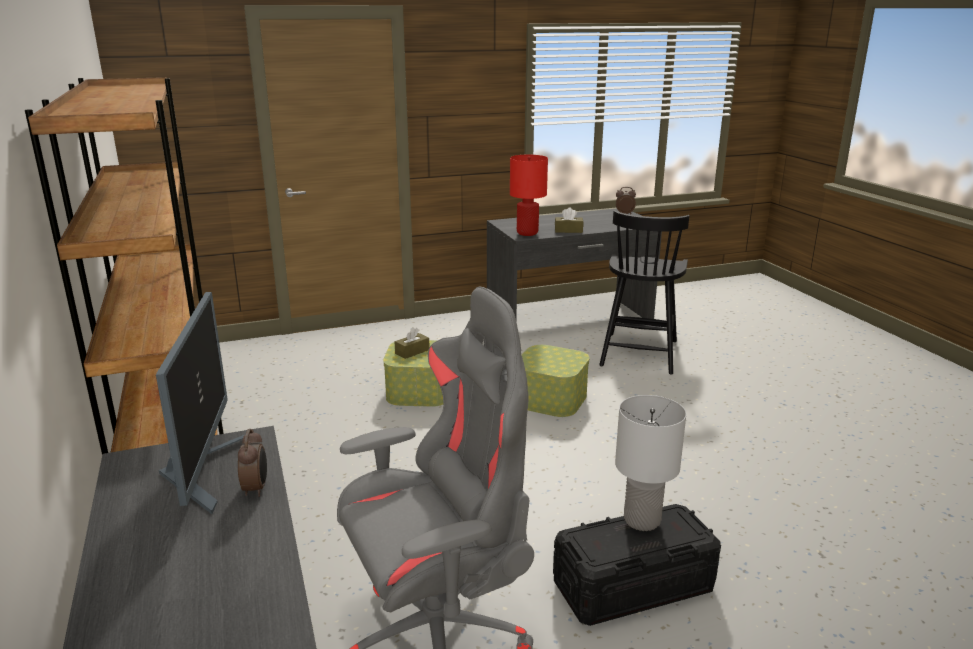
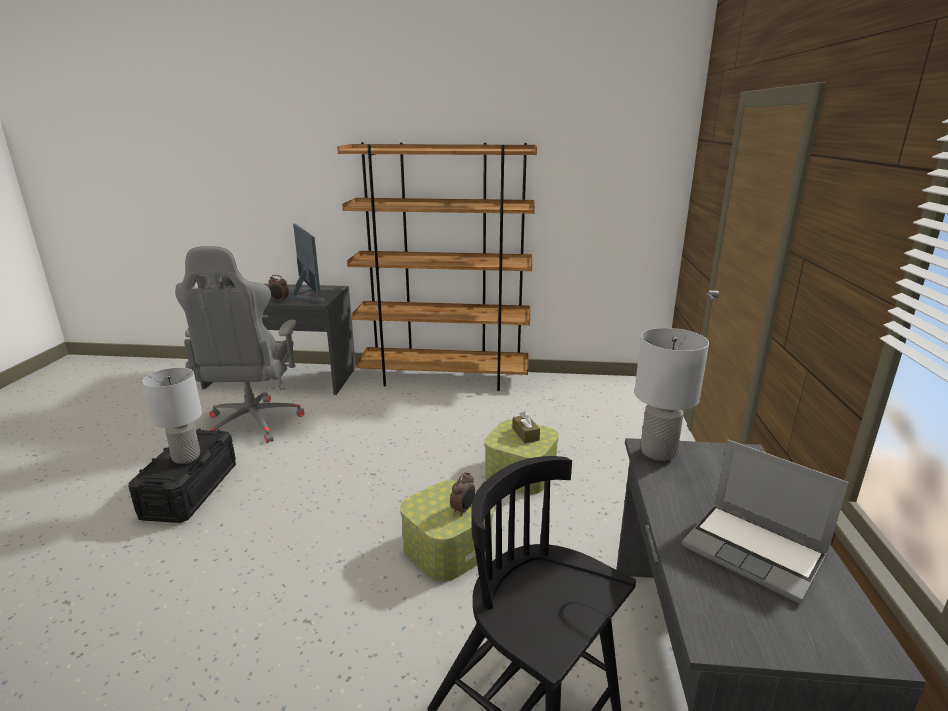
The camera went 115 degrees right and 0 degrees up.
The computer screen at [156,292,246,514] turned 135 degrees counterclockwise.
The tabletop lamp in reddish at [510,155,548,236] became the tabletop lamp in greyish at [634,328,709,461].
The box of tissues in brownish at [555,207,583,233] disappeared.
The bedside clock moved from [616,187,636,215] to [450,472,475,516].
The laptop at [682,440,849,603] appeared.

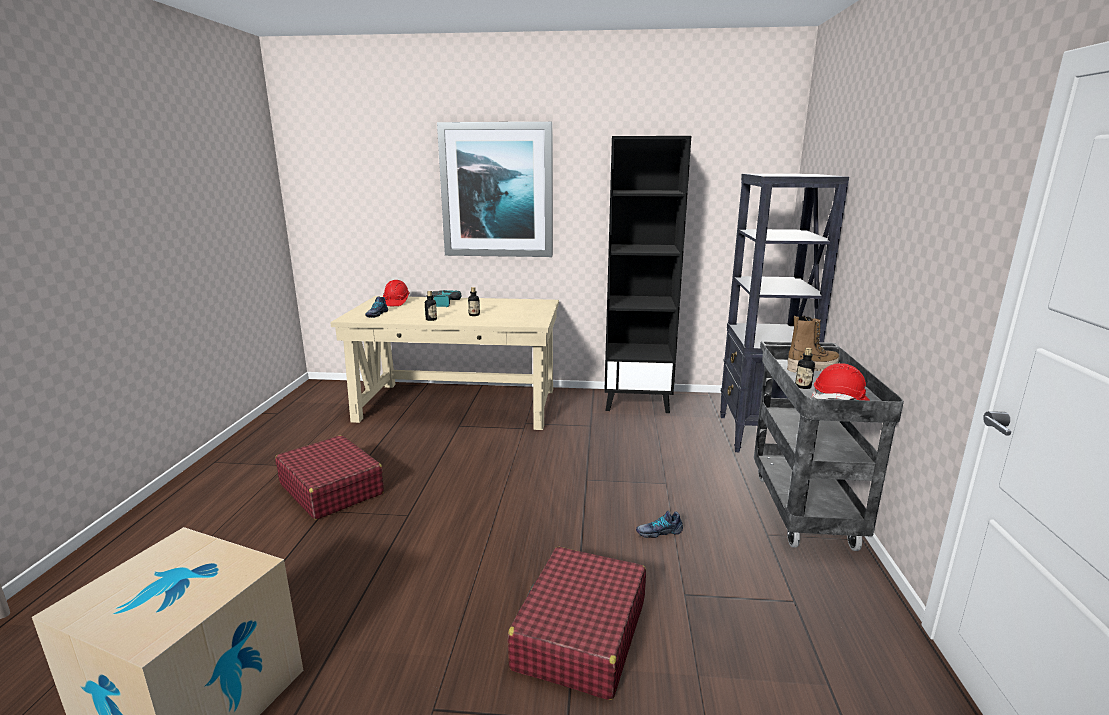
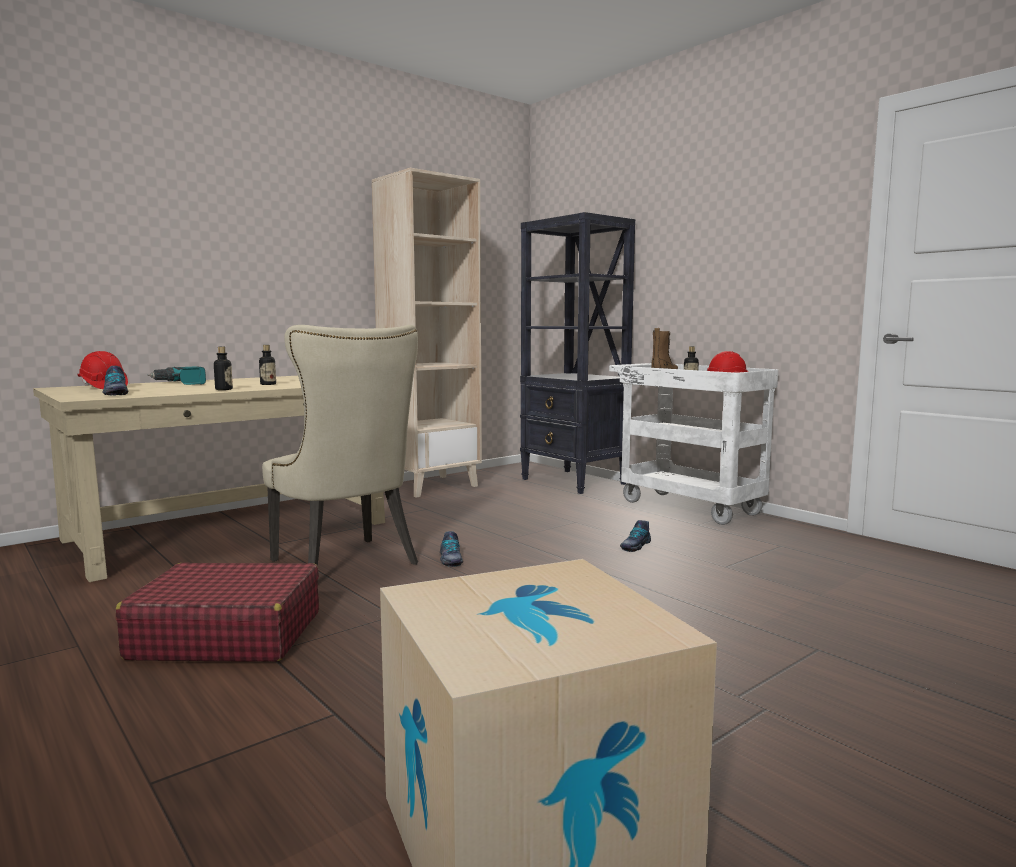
The camera went 45 degrees left and 10 degrees down.
The picture at [437,122,553,257] disappeared.
The travel case in reddish at [508,547,646,700] disappeared.
The shelving unit in black at [604,136,691,413] became the shelving unit in sand-coloured at [372,168,482,498].
The trolley in black at [754,341,904,551] became the trolley in white at [609,363,778,525].
The plain chair in sand-coloured at [262,325,418,566] appeared.
The low shoe at [440,531,463,567] appeared.

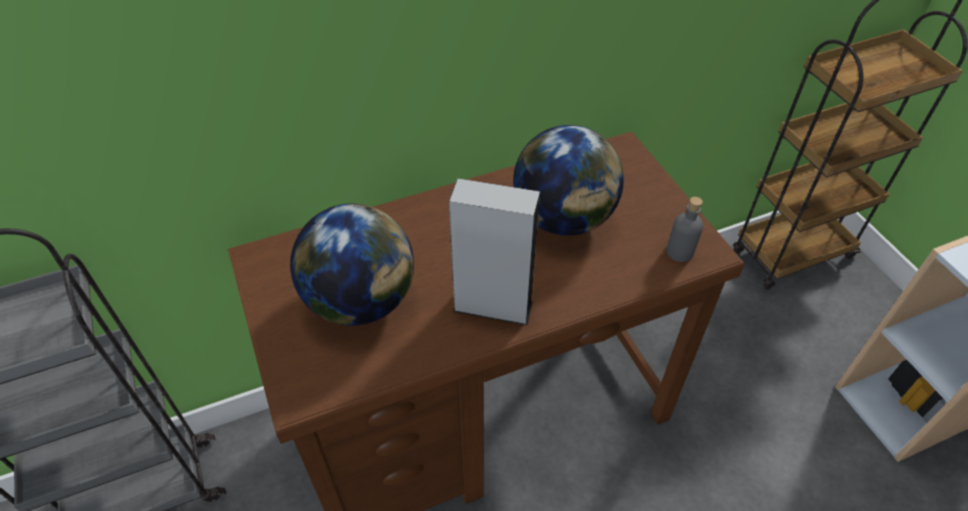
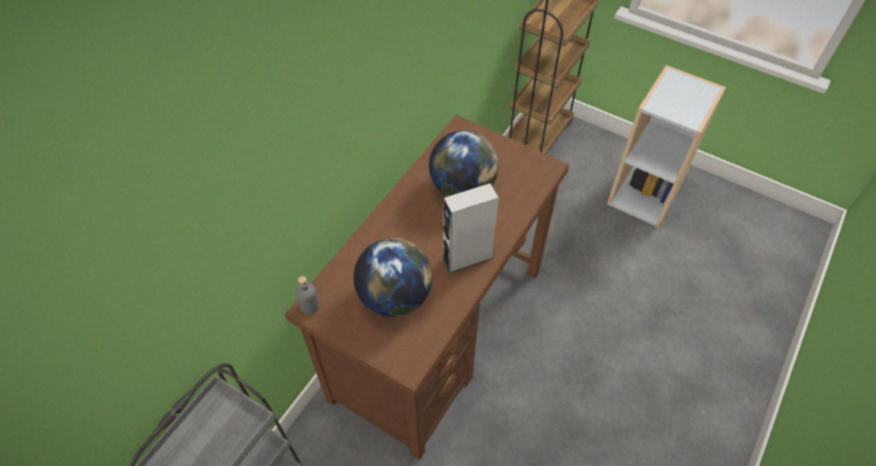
The camera went 35 degrees left and 5 degrees up.
The drink bottle in greyish moved from [666,197,703,262] to [296,276,320,314].

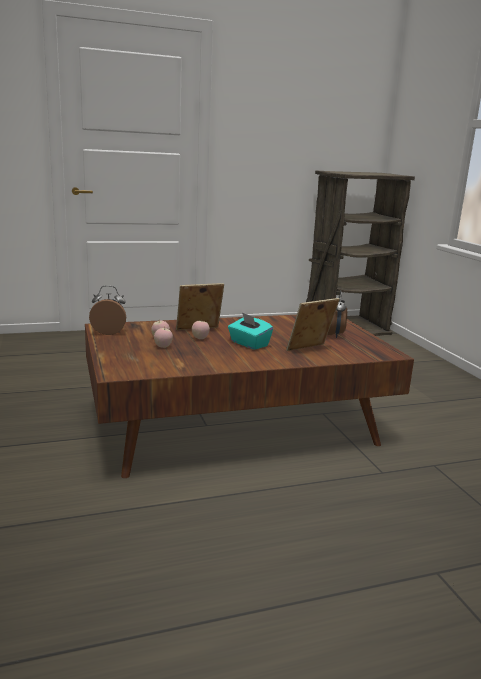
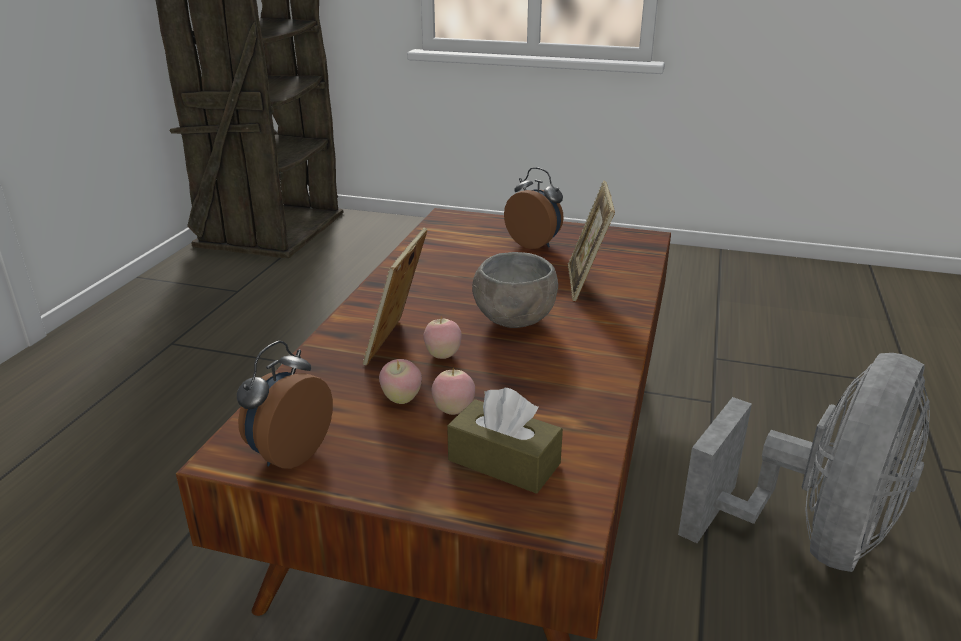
The camera went 55 degrees left and 10 degrees up.
The box of tissues in turquoise at [228,312,273,350] was replaced by the serving bowl in greyish at [472,252,558,328].
The box of tissues in brownish at [447,387,563,494] appeared.
The cooling fan in greyish at [678,353,930,572] appeared.

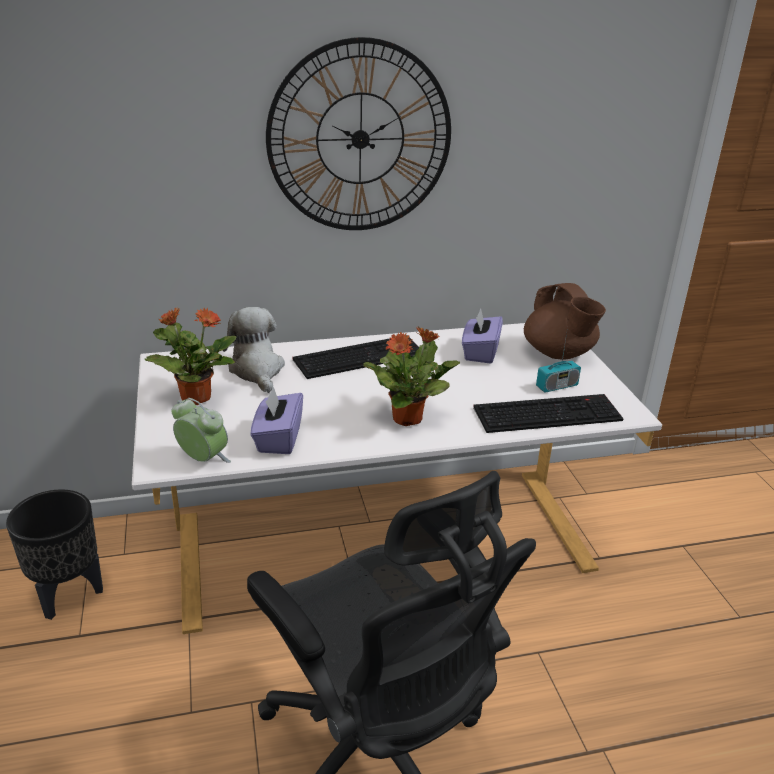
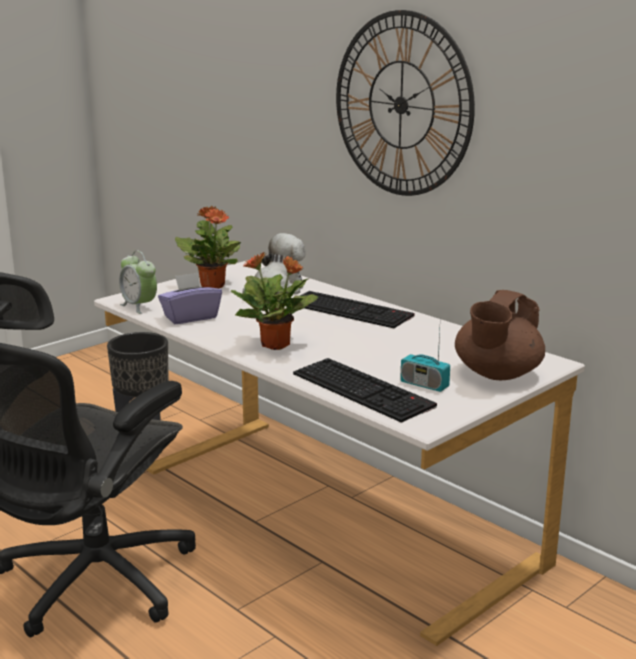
The camera went 60 degrees right and 10 degrees down.
The bedside clock at [172,398,231,463] turned 135 degrees clockwise.
The box of tissues in purplish at [462,309,503,364] disappeared.

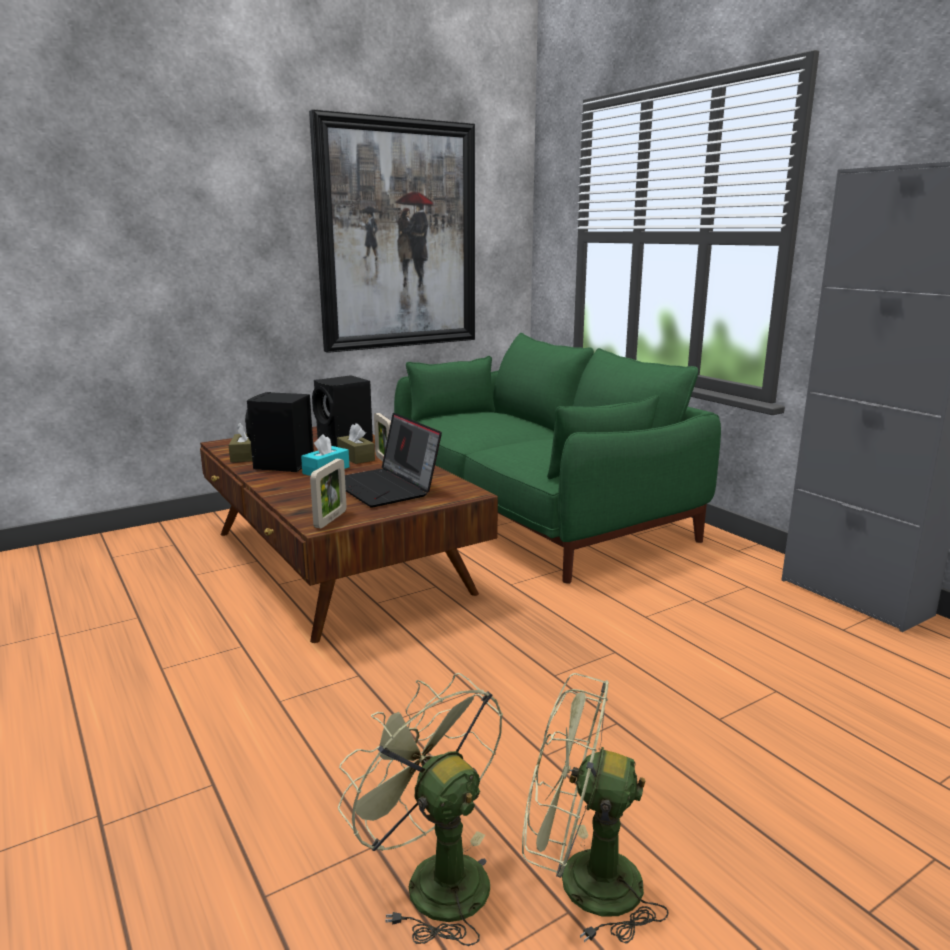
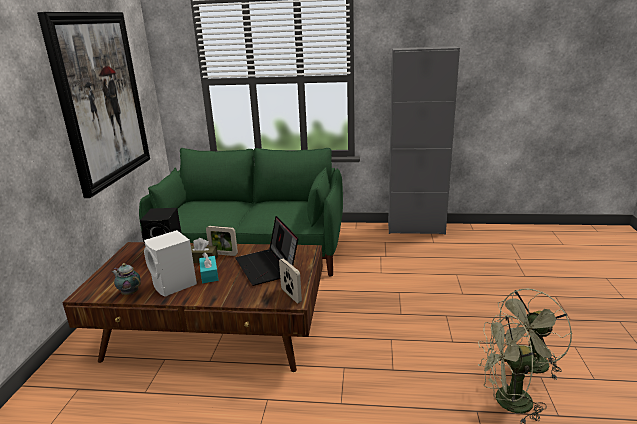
The camera went 50 degrees left and 5 degrees up.
The box of tissues in brownish at [229,422,252,462] was replaced by the teapot at [112,263,141,295].
The loudspeaker in black at [245,392,314,472] became the loudspeaker in white at [144,230,197,297].
The laptop at [345,413,442,507] turned 60 degrees clockwise.

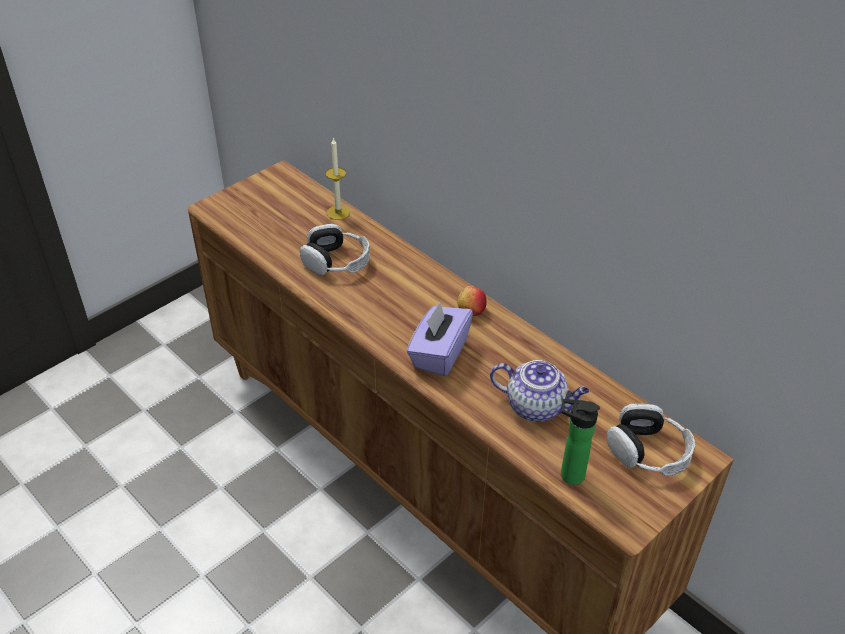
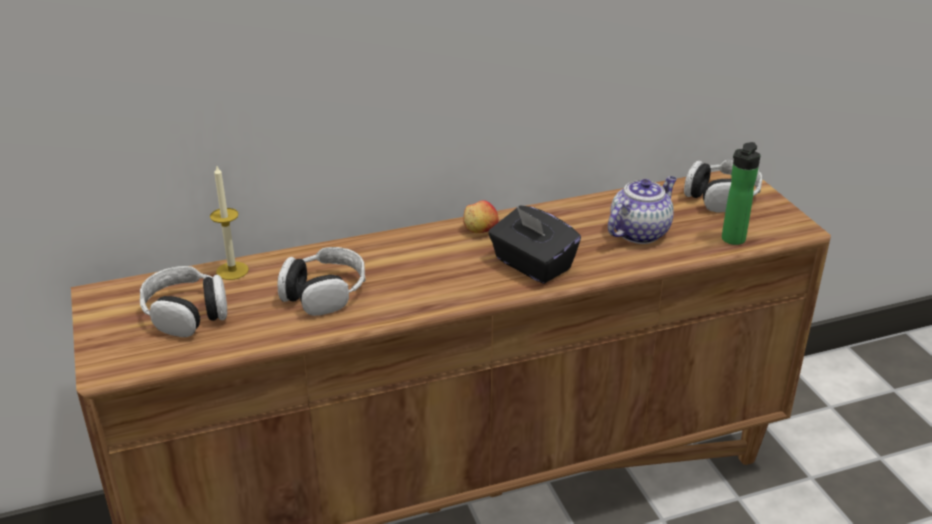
The camera went 65 degrees left and 10 degrees down.
The box of tissues in purplish at [407,302,473,376] became the box of tissues in black at [488,205,581,284].
The pair of headphones at [140,266,227,337] appeared.

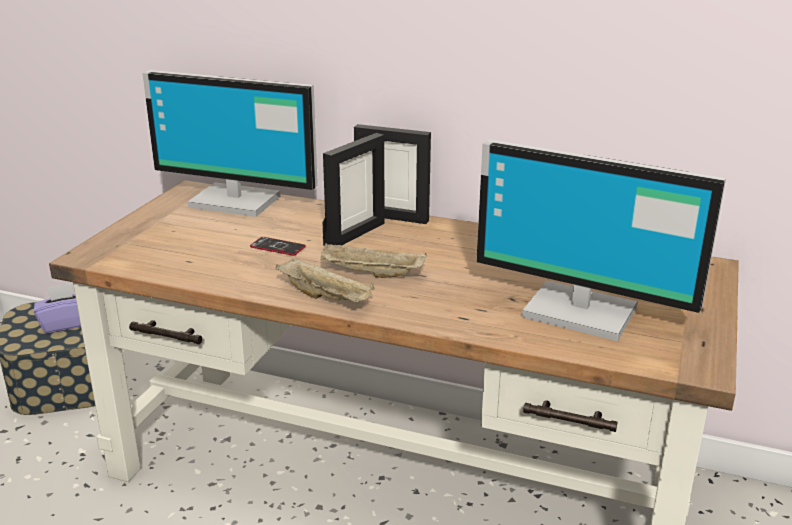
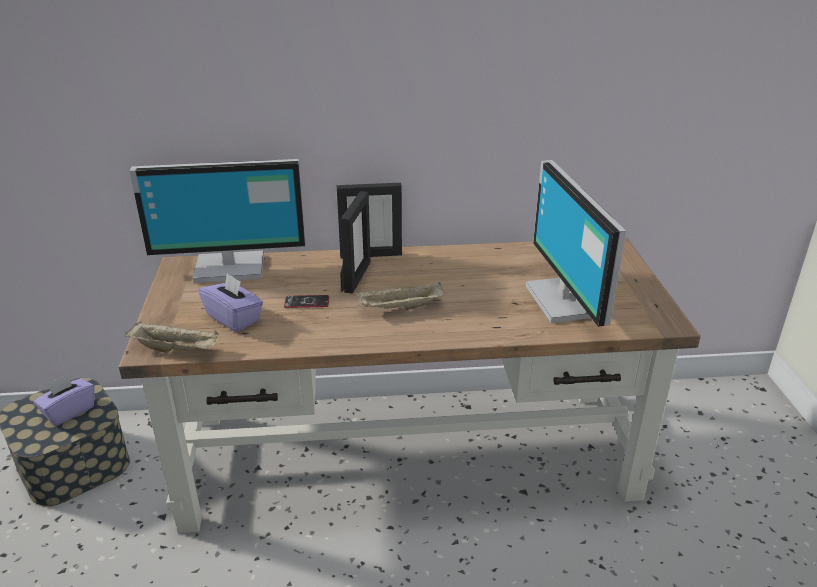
The camera went 25 degrees left and 5 degrees up.
The carrying tray in sand-coloured moved from [275,258,375,302] to [125,322,219,353].
The computer screen at [477,139,726,341] turned 75 degrees clockwise.
The box of tissues in purplish at [198,273,263,332] appeared.

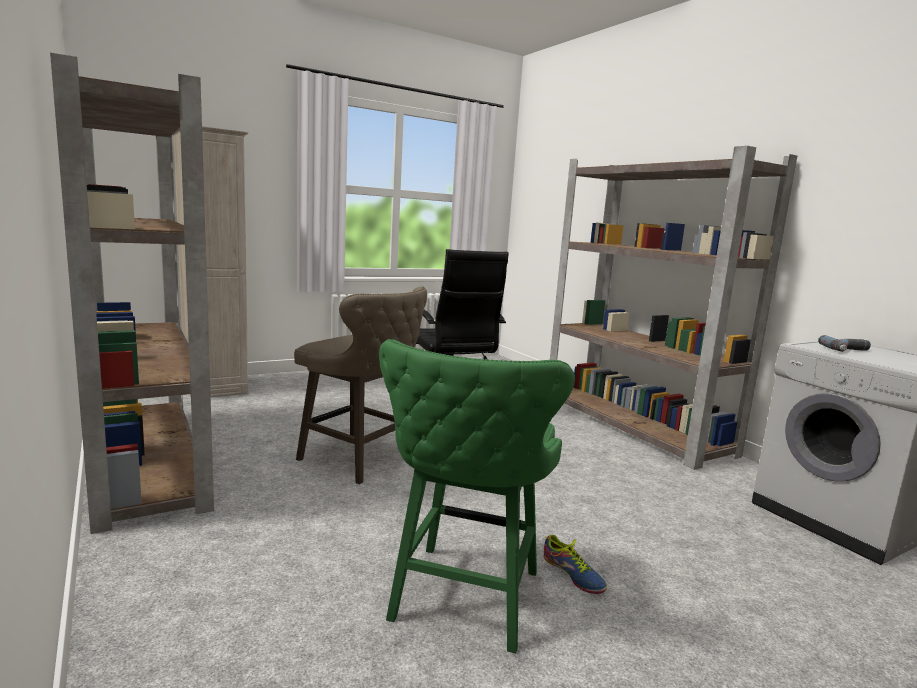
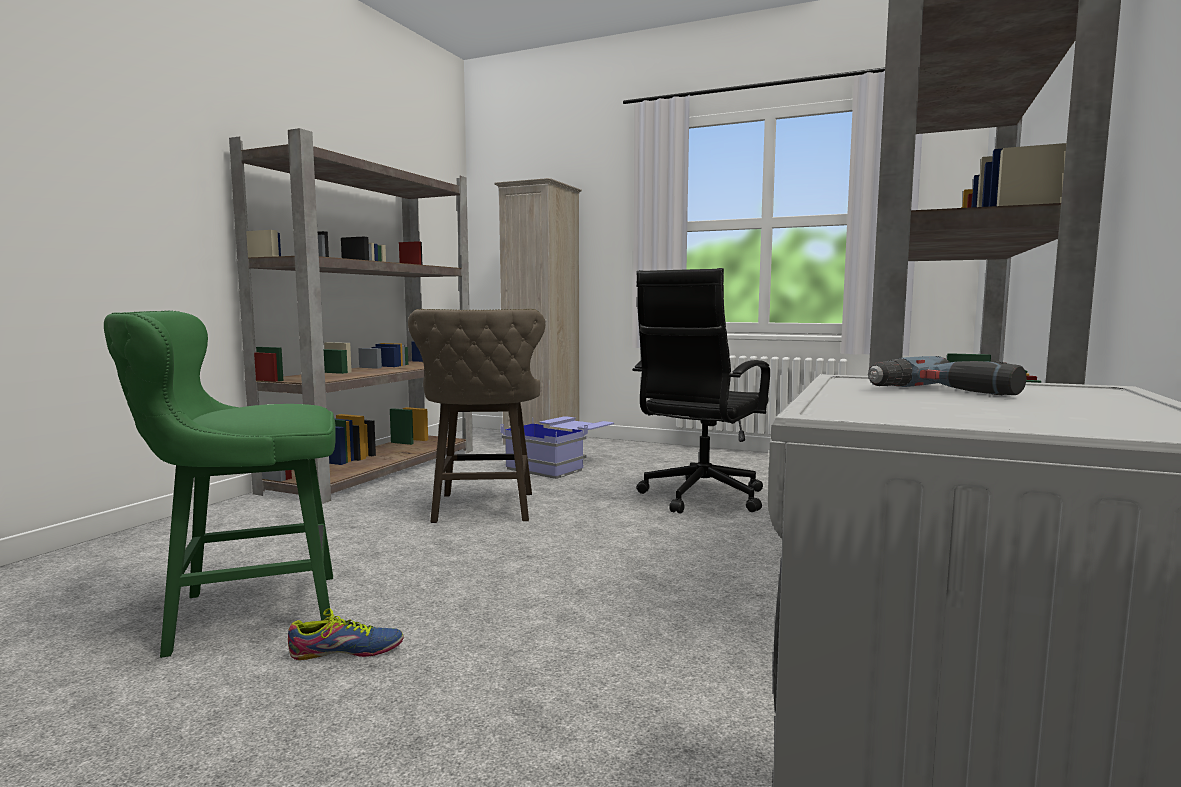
The camera went 55 degrees right and 5 degrees down.
The low shoe at [544,535,607,594] turned 120 degrees counterclockwise.
The storage box in bluish at [500,416,614,479] appeared.

